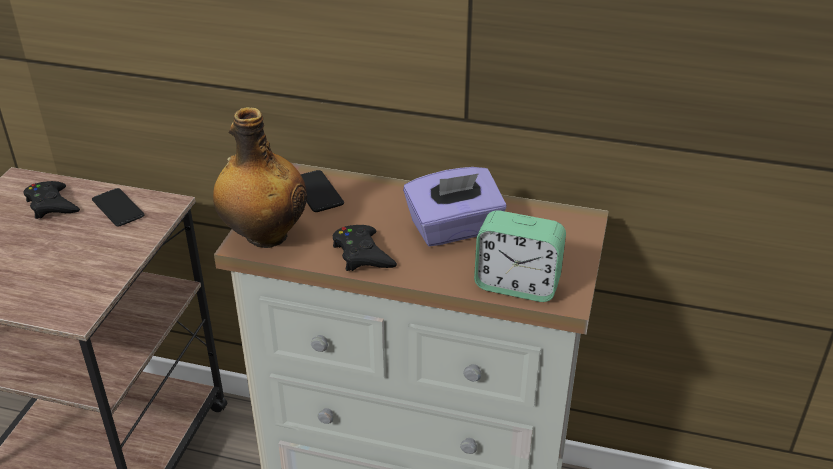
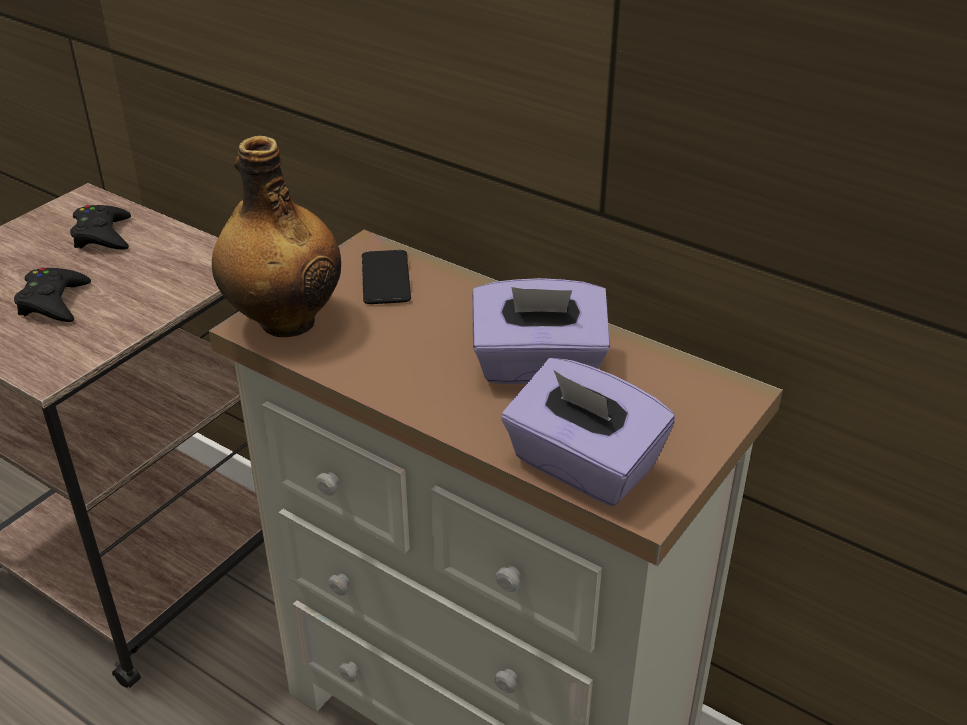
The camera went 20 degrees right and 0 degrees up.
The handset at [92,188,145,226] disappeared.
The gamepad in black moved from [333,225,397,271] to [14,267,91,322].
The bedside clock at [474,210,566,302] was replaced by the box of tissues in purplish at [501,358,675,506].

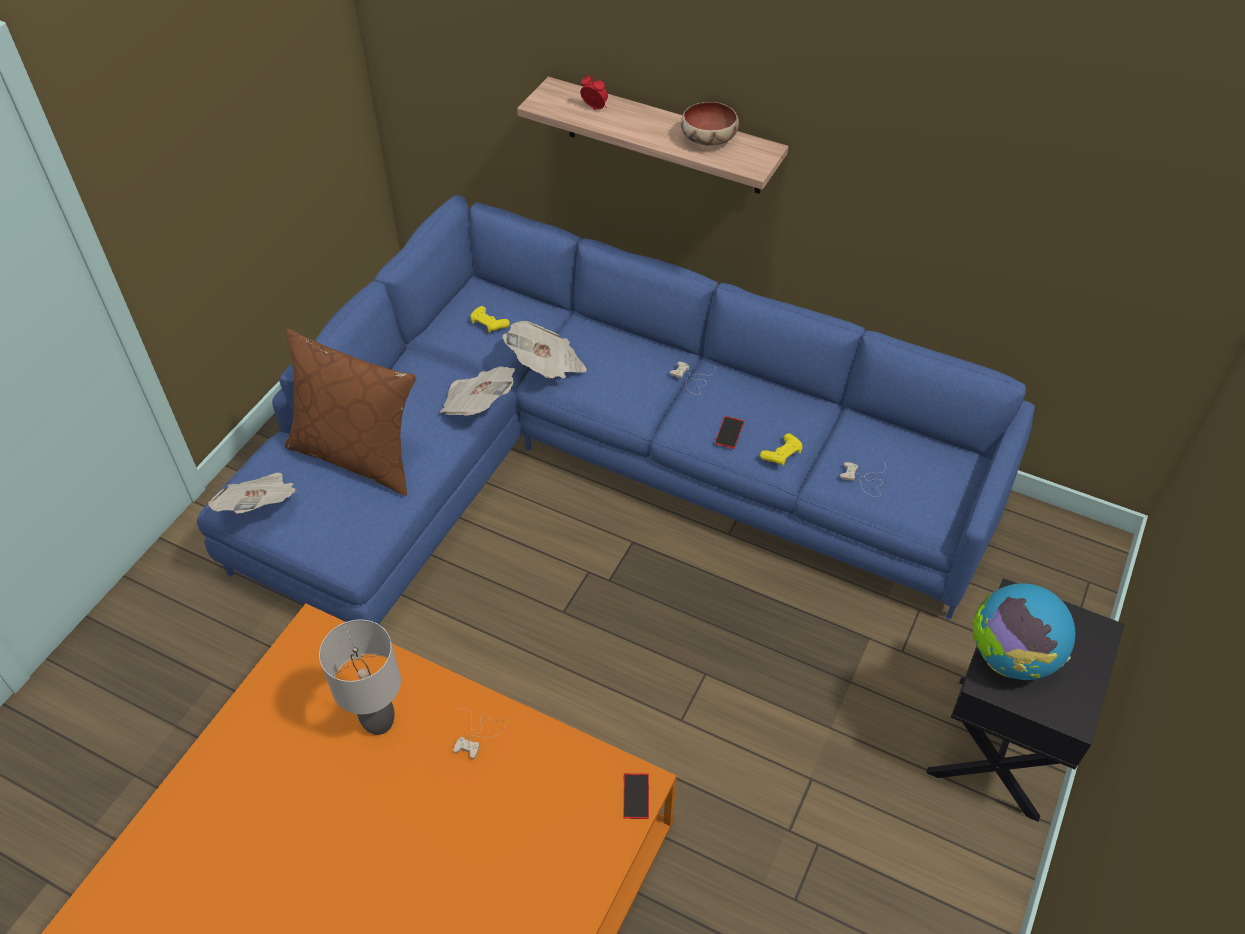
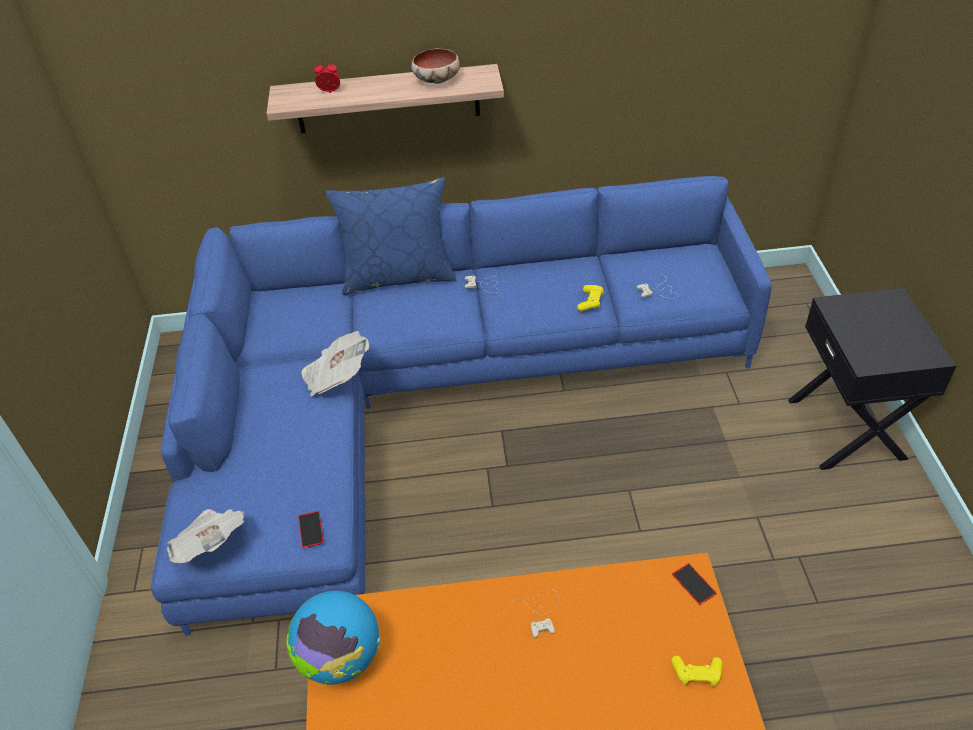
The camera went 30 degrees left and 5 degrees down.
The cushion in brownish at [284,329,416,496] disappeared.
The tabletop lamp in greyish at [319,620,401,735] disappeared.
The gamepad in yellow moved from [471,306,510,333] to [671,656,723,687].
The daily paper at [502,321,587,379] disappeared.
The handset moved from [715,416,744,449] to [298,511,324,548].
The globe moved from [973,583,1075,680] to [286,591,381,685].
The cushion in bluish at [326,177,457,295] appeared.

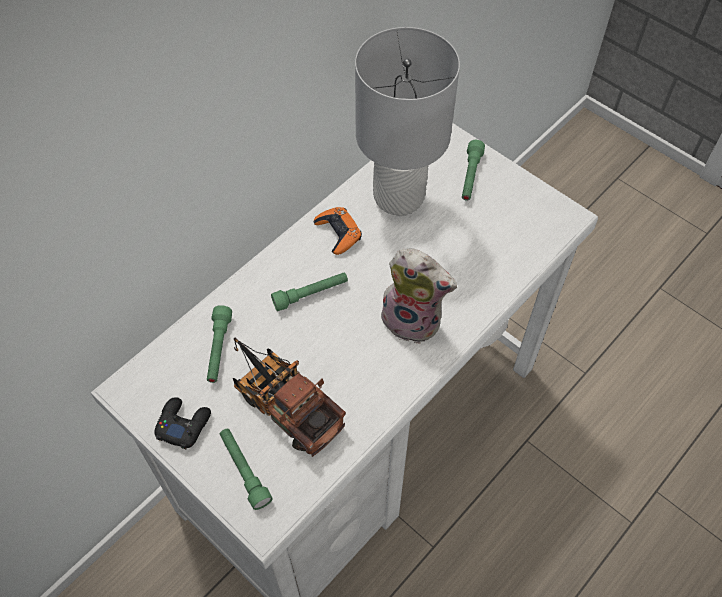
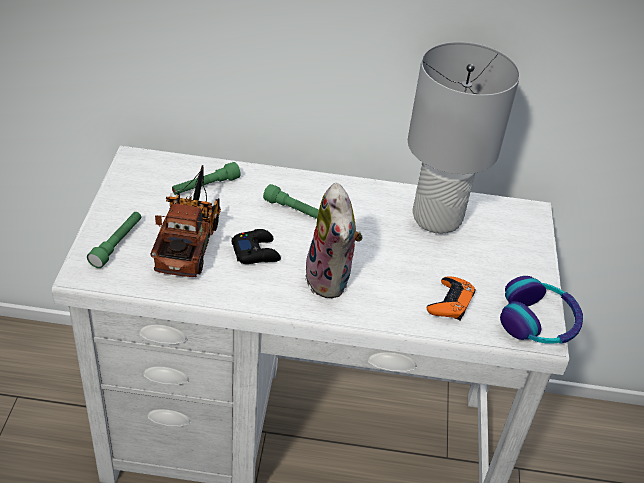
The camera went 50 degrees right and 15 degrees down.
The gamepad in black moved from [154,397,211,449] to [231,229,281,264].
The gamepad in orange-coloured moved from [313,207,362,255] to [426,276,476,321].
The flashlight in greenish at [462,140,485,201] disappeared.
The pair of headphones at [500,276,583,344] appeared.

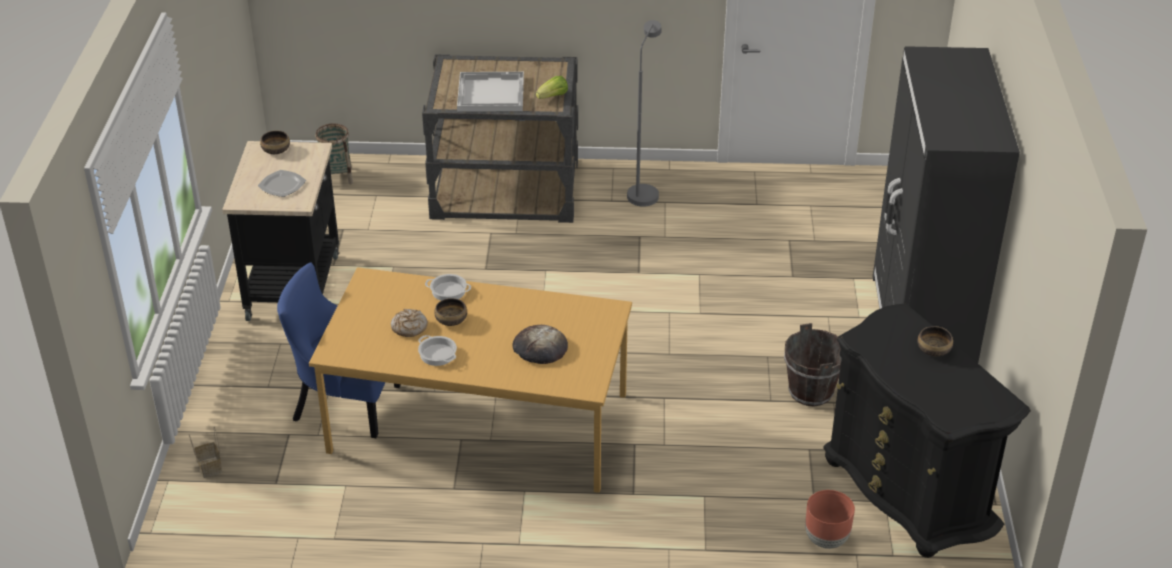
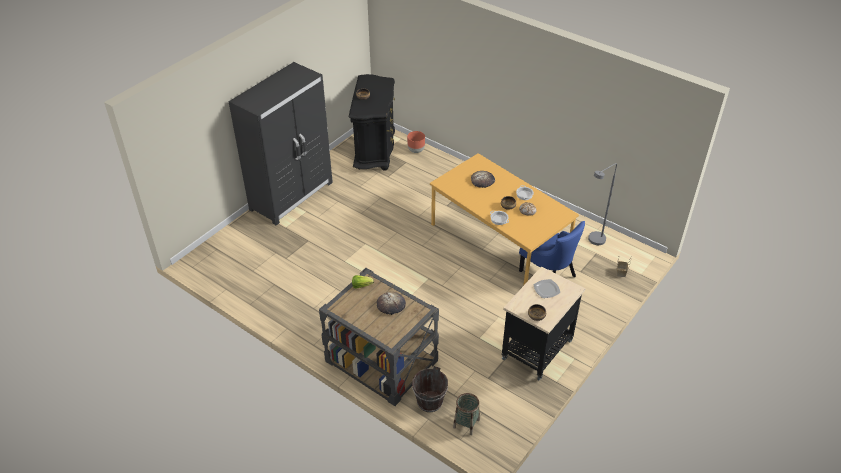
The camera went 145 degrees left and 5 degrees up.
The carrying tray in white at [457,72,524,112] was replaced by the bread at [377,292,406,315].
The standard lamp in greyish moved from [627,20,662,207] to [588,163,617,245].
The pail in brownish moved from [784,323,842,406] to [412,366,448,412].

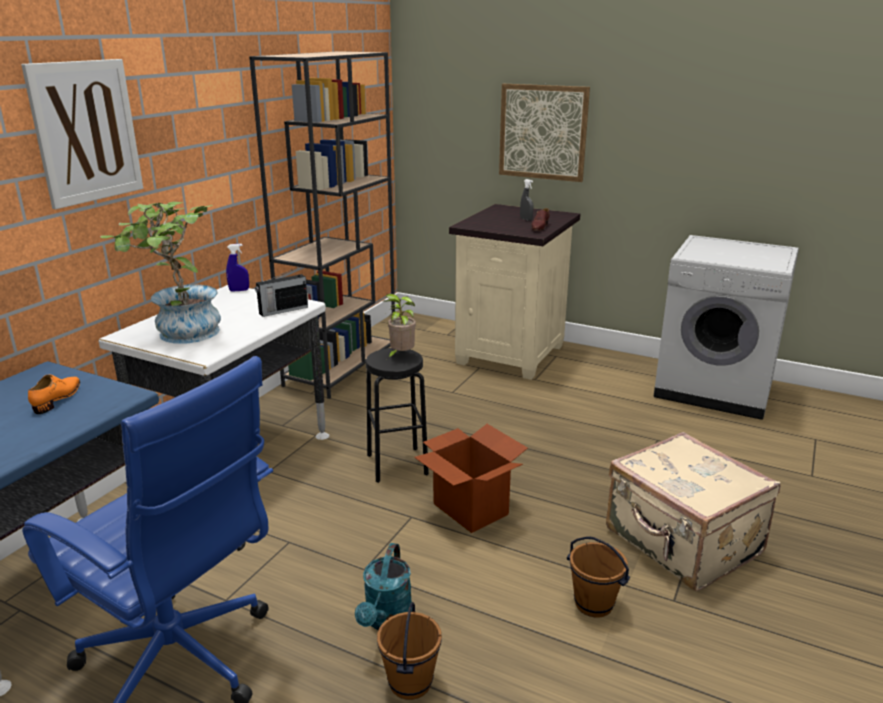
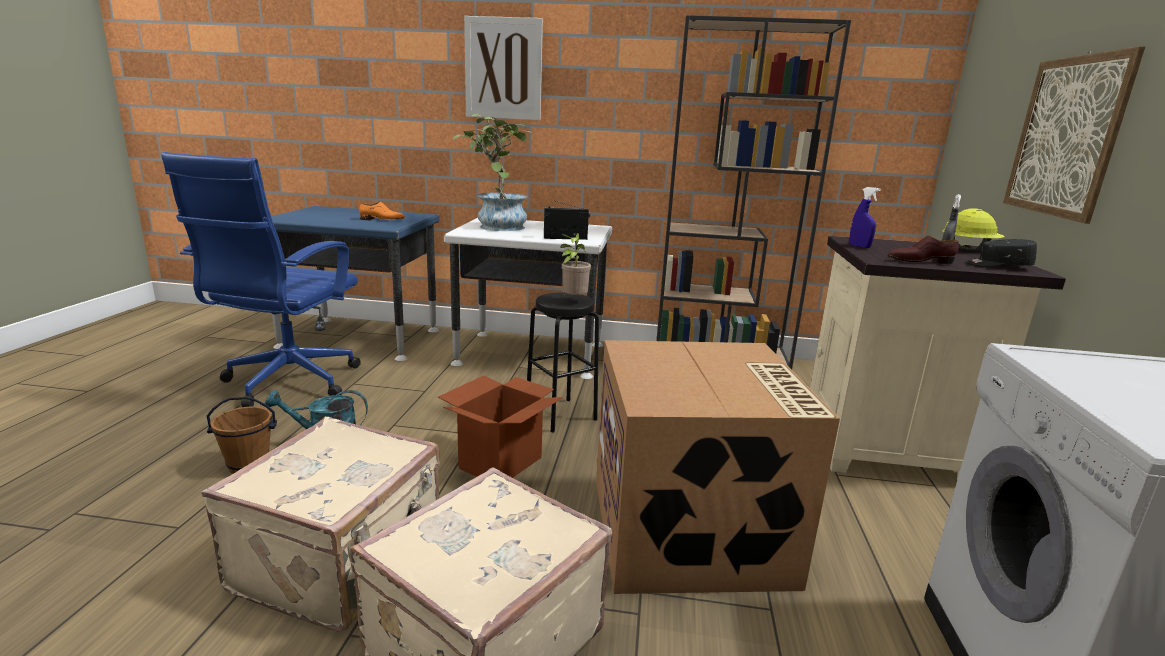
The camera went 70 degrees right and 5 degrees down.
The sprayer in bluish moved from [226,244,249,292] to [849,187,881,248].
The radio set at [255,268,308,317] turned 135 degrees clockwise.
The pail in brownish at [567,536,630,618] was replaced by the travel case in sand-coloured at [201,417,440,632].
The packing box at [596,340,840,594] appeared.
The safety helmet in yellow at [942,208,1005,251] appeared.
The baseball cap in black at [967,239,1037,267] appeared.

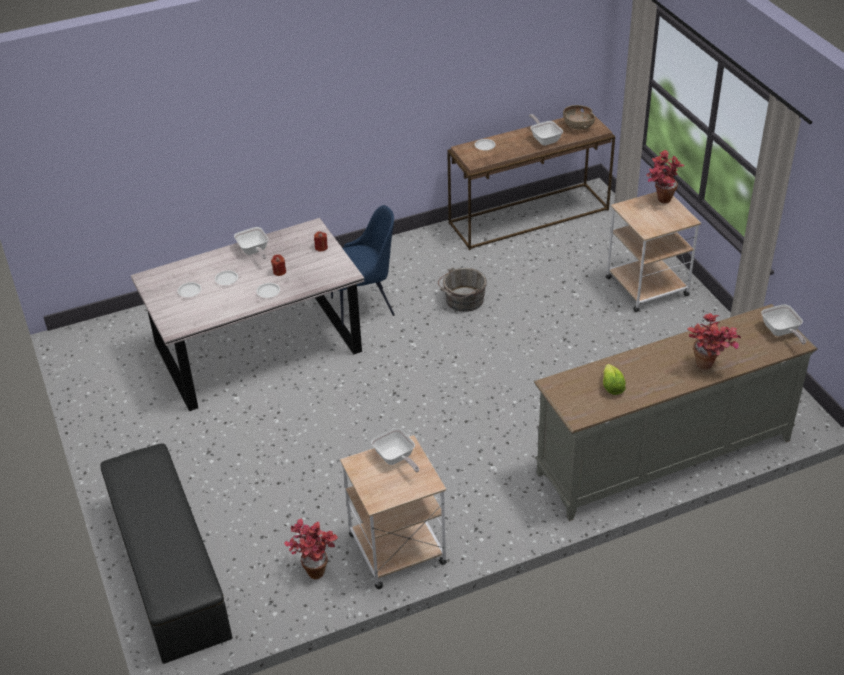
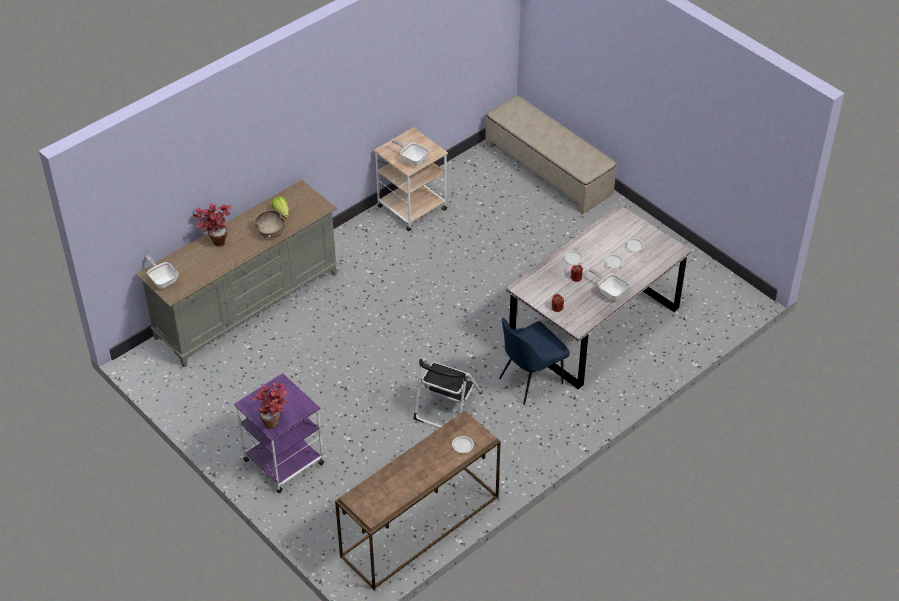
The camera went 160 degrees right and 5 degrees up.
The indoor bench in black at [100,443,232,664] became the indoor bench in sand-coloured at [485,96,616,214].
The houseplant at [284,518,338,579] disappeared.
The pail in greyish at [438,267,487,312] was replaced by the stepladder at [414,358,483,428].
The frying pan at [529,114,563,146] disappeared.
The serving bowl in brownish moved from [563,105,595,130] to [254,210,285,238].
The trolley in sand-coloured at [606,192,701,312] became the trolley in purplish at [234,373,324,493].

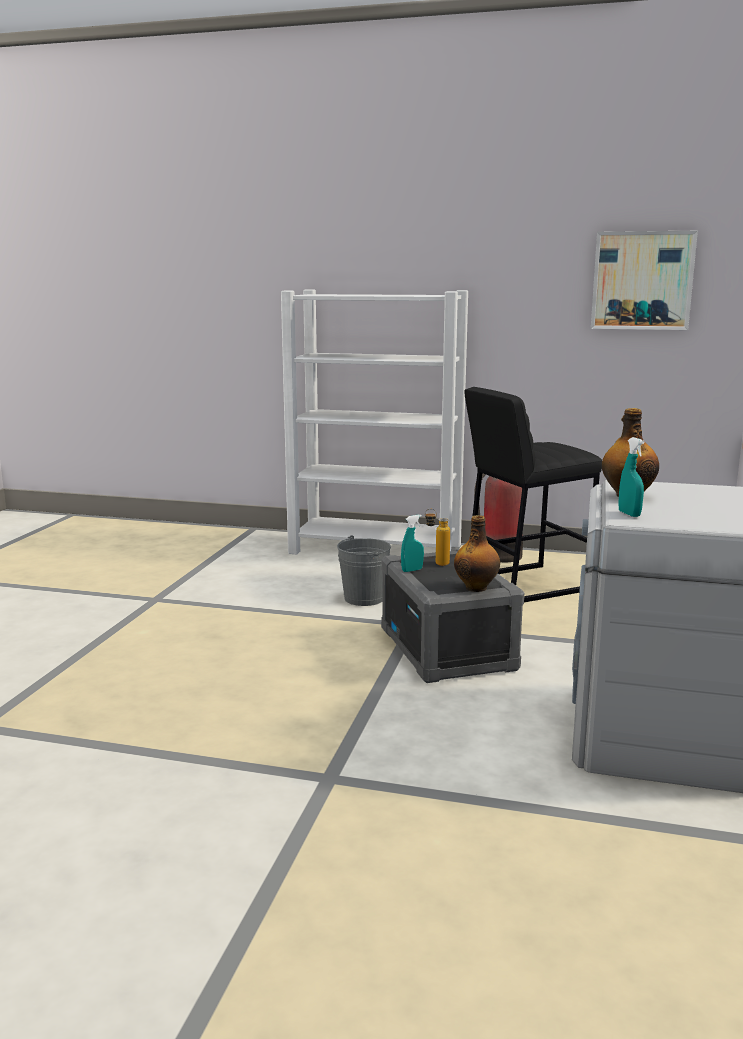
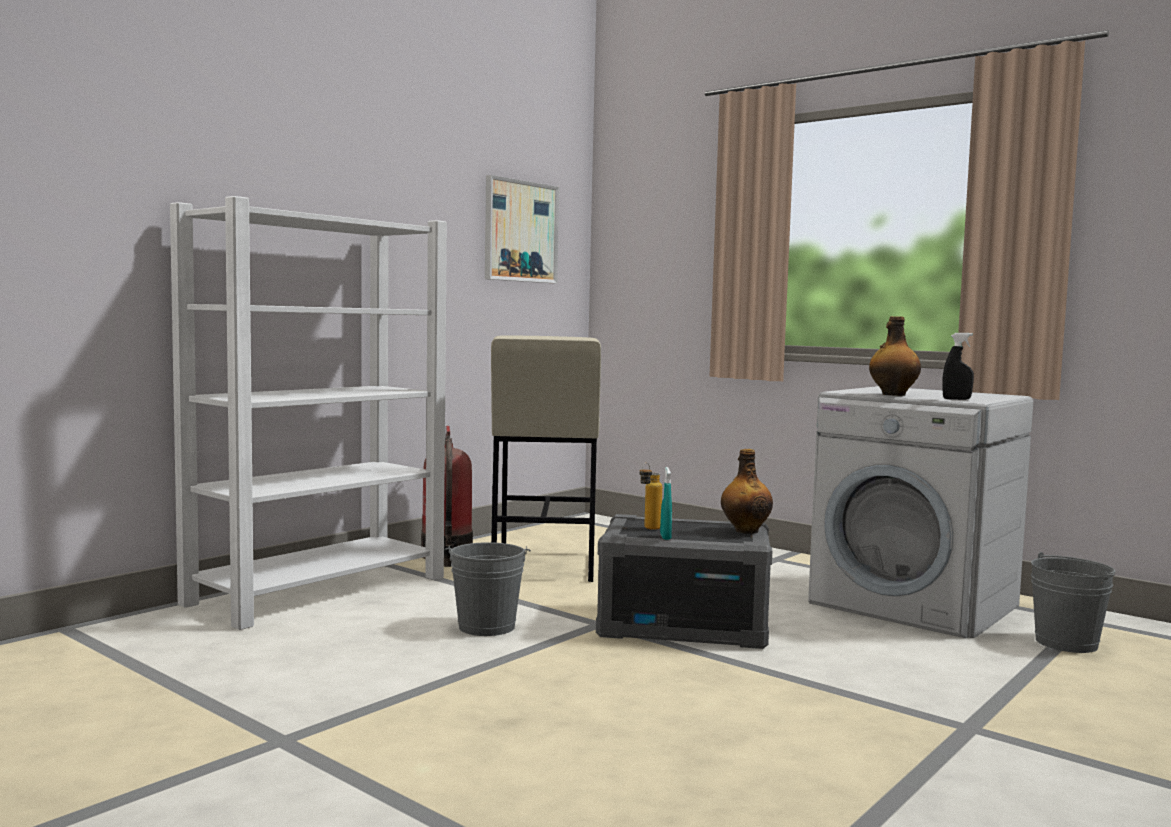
The camera went 65 degrees left and 10 degrees down.
The stool seat in black at [464,387,602,602] became the stool seat in sand-coloured at [491,335,601,582].
The sprayer in turquoise at [618,437,644,517] became the sprayer in black at [942,333,974,400].
The pail in greyish at [1031,552,1115,653] appeared.

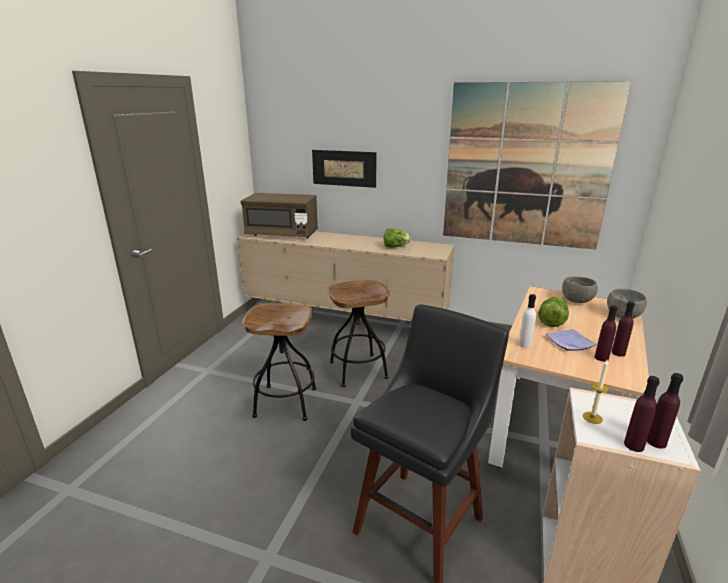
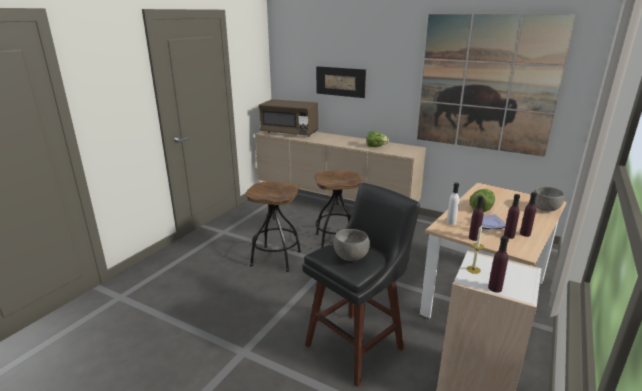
The camera went 10 degrees right and 0 degrees up.
The serving bowl in greyish moved from [562,276,598,303] to [333,229,370,261].
The drink bottle in purplish moved from [647,373,683,449] to [469,196,484,241].

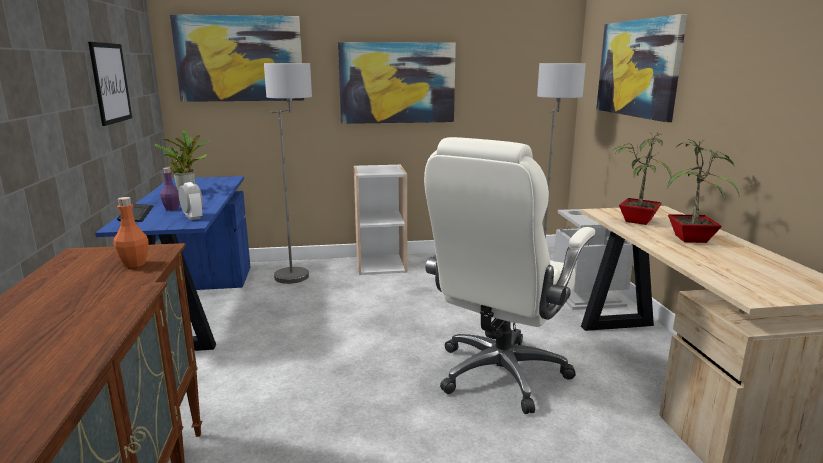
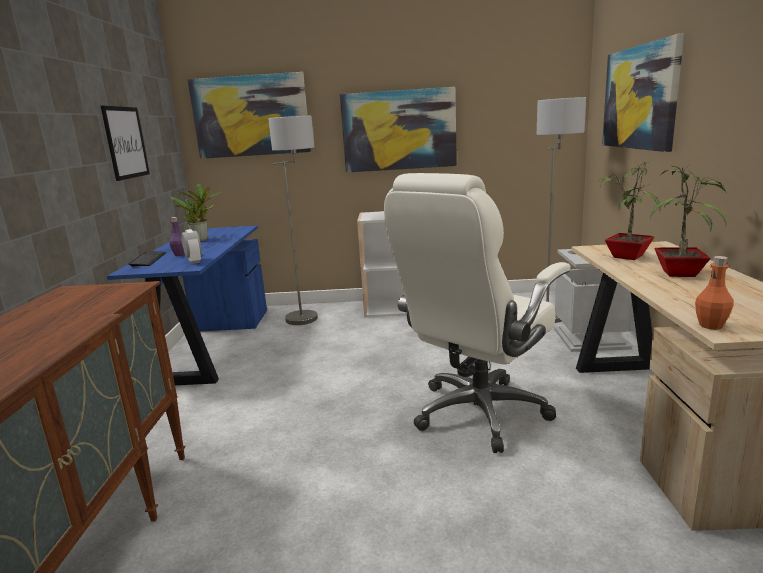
The camera went 10 degrees right and 0 degrees up.
The drink bottle in orange-coloured moved from [114,197,149,268] to [695,256,734,330].

